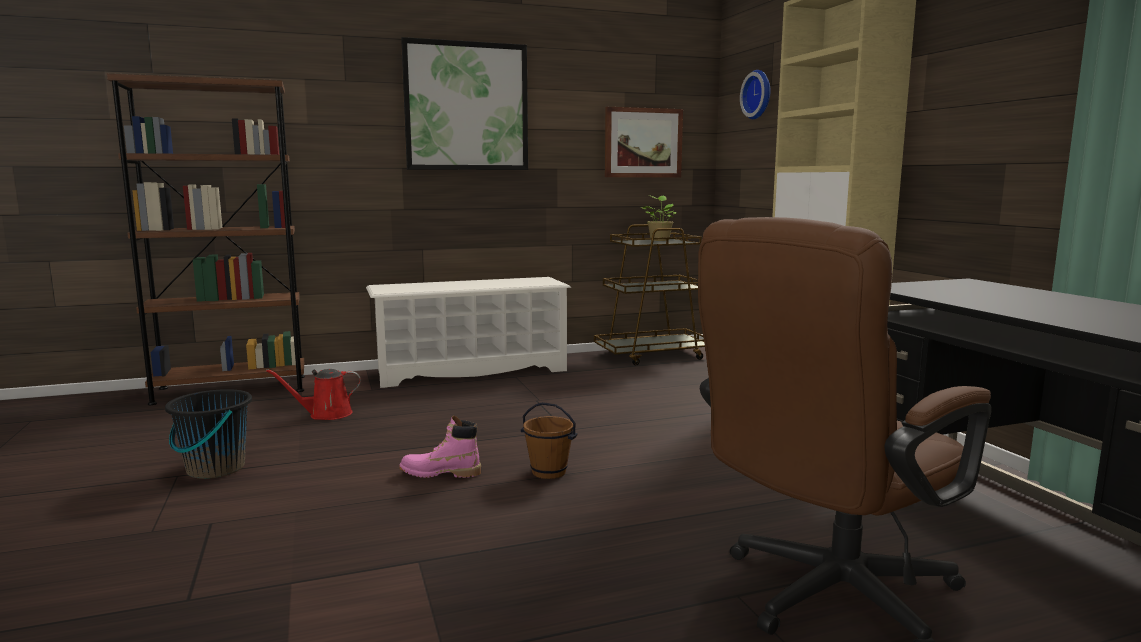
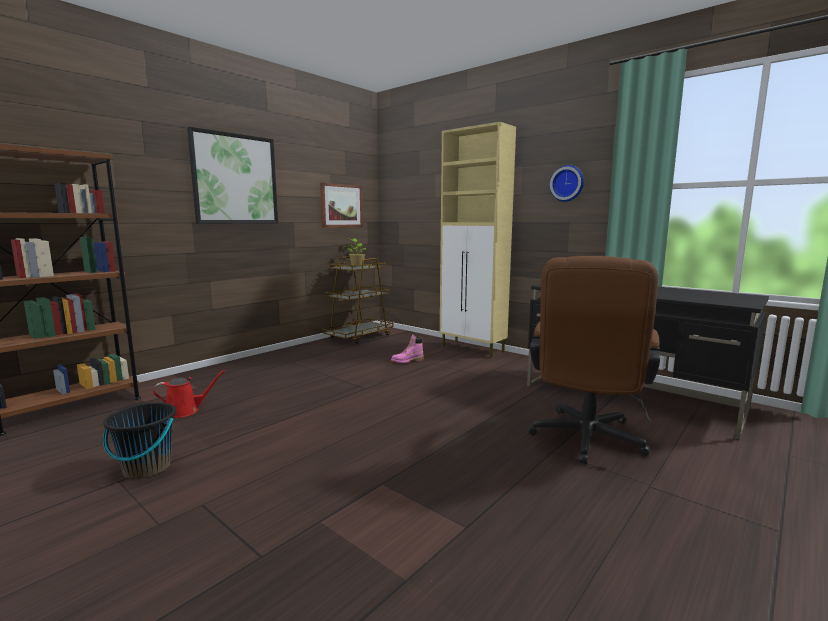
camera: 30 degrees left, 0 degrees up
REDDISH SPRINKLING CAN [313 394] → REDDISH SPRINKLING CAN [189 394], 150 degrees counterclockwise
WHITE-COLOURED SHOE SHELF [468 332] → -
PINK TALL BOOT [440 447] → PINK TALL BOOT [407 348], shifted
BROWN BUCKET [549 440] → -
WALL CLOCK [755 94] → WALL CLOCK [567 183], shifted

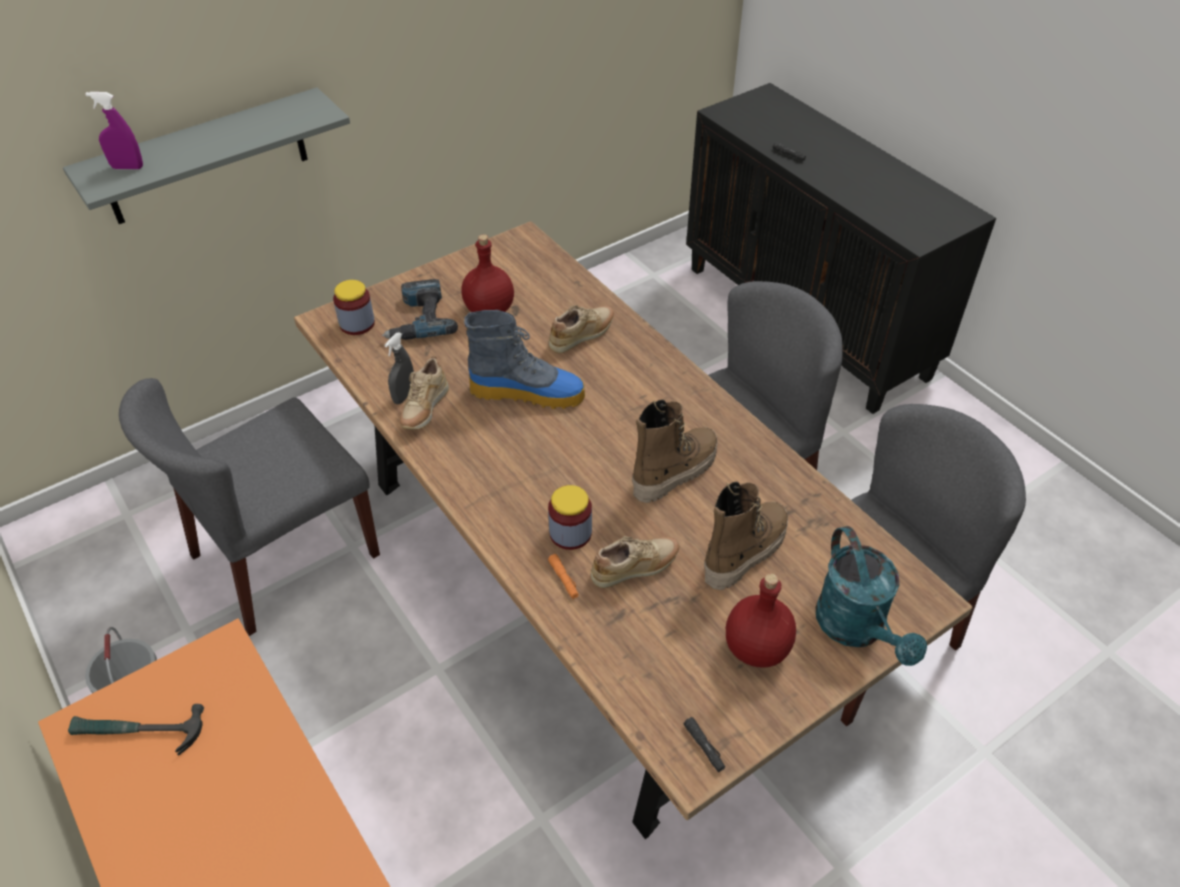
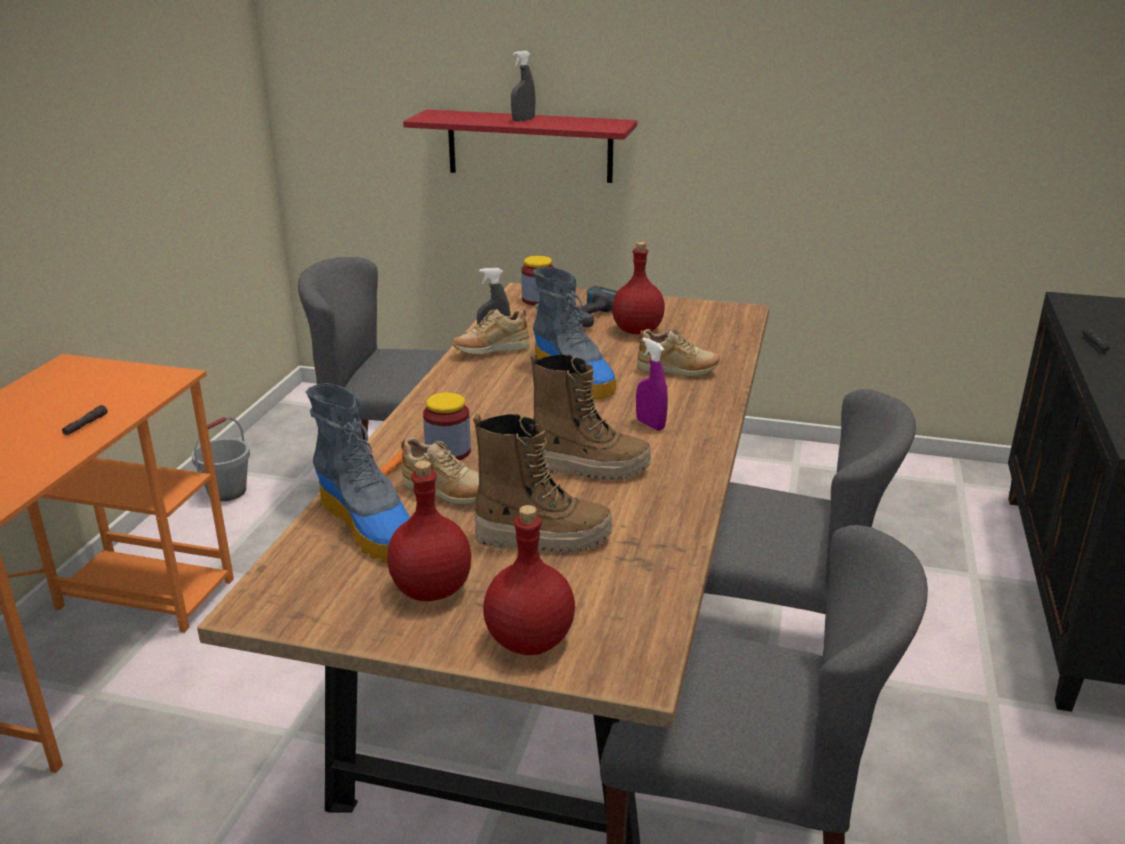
camera: 50 degrees right, 20 degrees down
GRAY WALL SHELF [206 155] → REDDISH WALL SHELF [520 146]
HAND HAMMER [136 729] → -
PURPLE SPRAY BOTTLE [114 130] → PURPLE SPRAY BOTTLE [652 384], shifted
BLACK-COLOURED TORCH [704 744] → BLACK-COLOURED TORCH [85 420], shifted
TURQUOISE-COLOURED SPRINKLING CAN [871 596] → REDDISH BOTTLE [529 580]
- → TALL BOOT [358 473]
- → GRAY SPRAY BOTTLE [523 86]

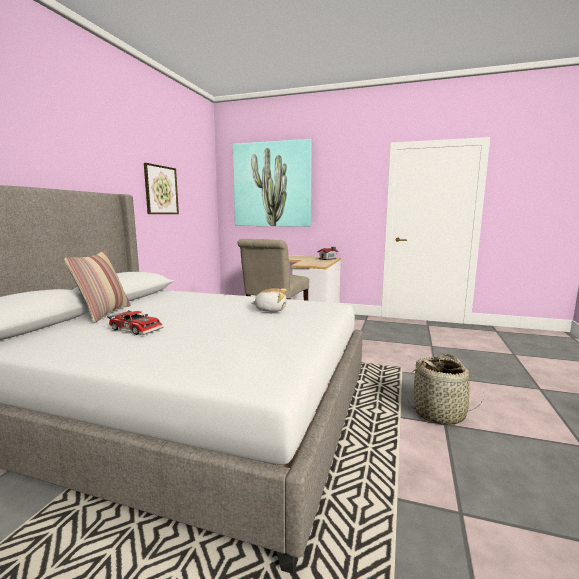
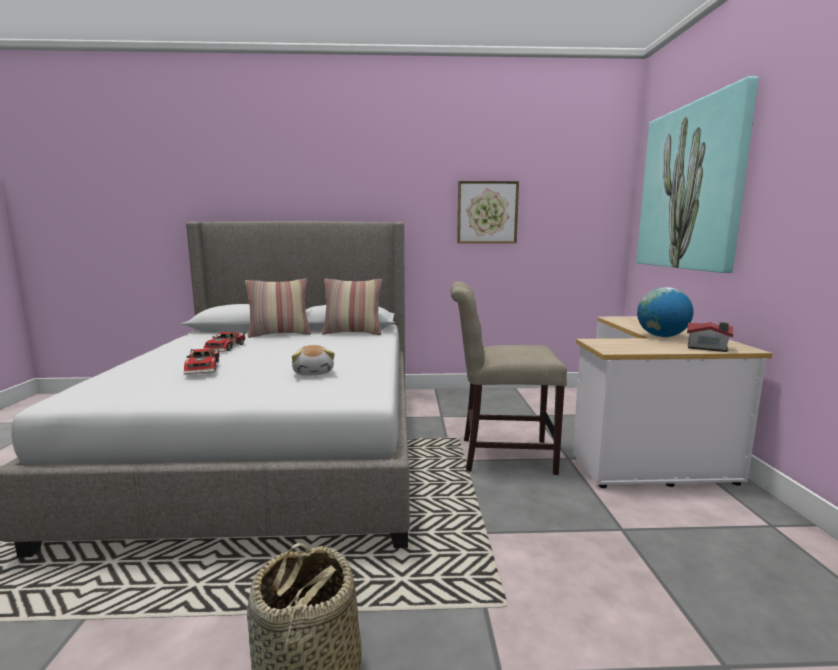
camera: 70 degrees right, 0 degrees up
- → TOY CAR [201 361]
- → THROW PILLOW [352 307]
- → GLOBE [665 312]

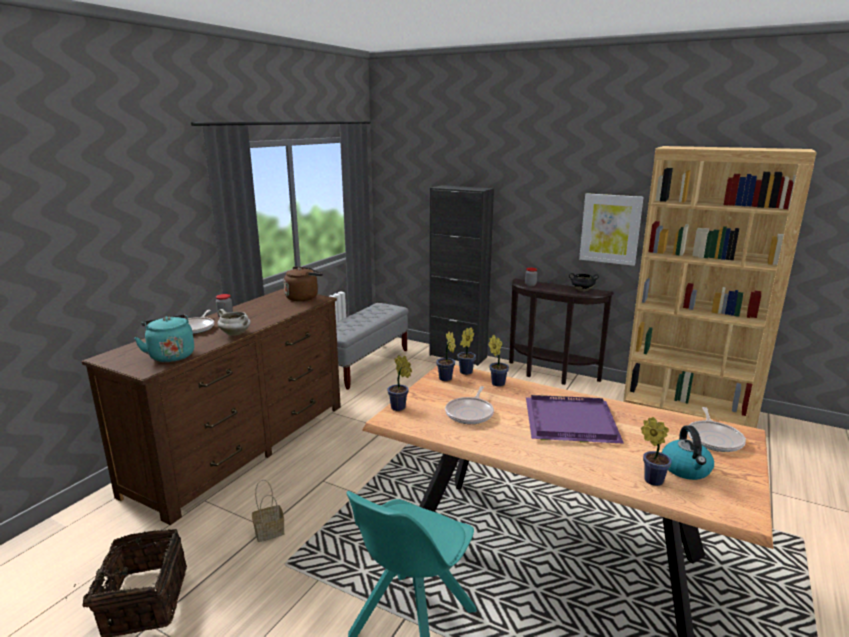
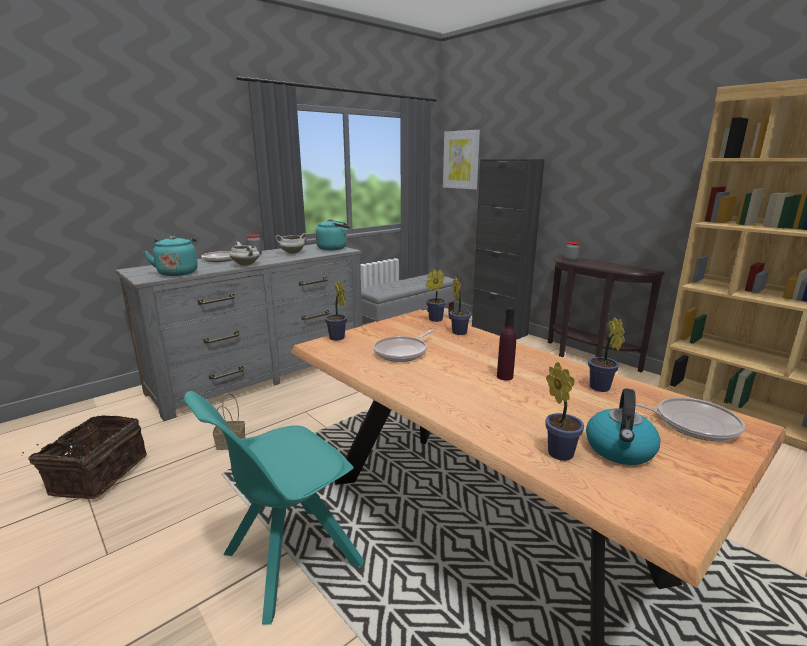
camera: 20 degrees right, 0 degrees up
BROWN DRAWER CHEST [211 406] → GRAY DRAWER CHEST [238 332]
BROWN WATER KETTLE [303 283] → TURQUOISE-COLOURED WATER KETTLE [333 234]
HOUSEPLANT [446 356] → HOUSEPLANT [606 354], shifted
PURPLE SERVING TRAY [575 419] → PURPLE BOTTLE [506 344]
BLACK-COLOURED SAUCEPOT [584 282] → -
PICTURE [611 229] → PICTURE [461 160], shifted
PAN [717 429] → PAN [682 419], 105 degrees counterclockwise
- → WHITE-COLOURED SAUCEPOT [291 243]

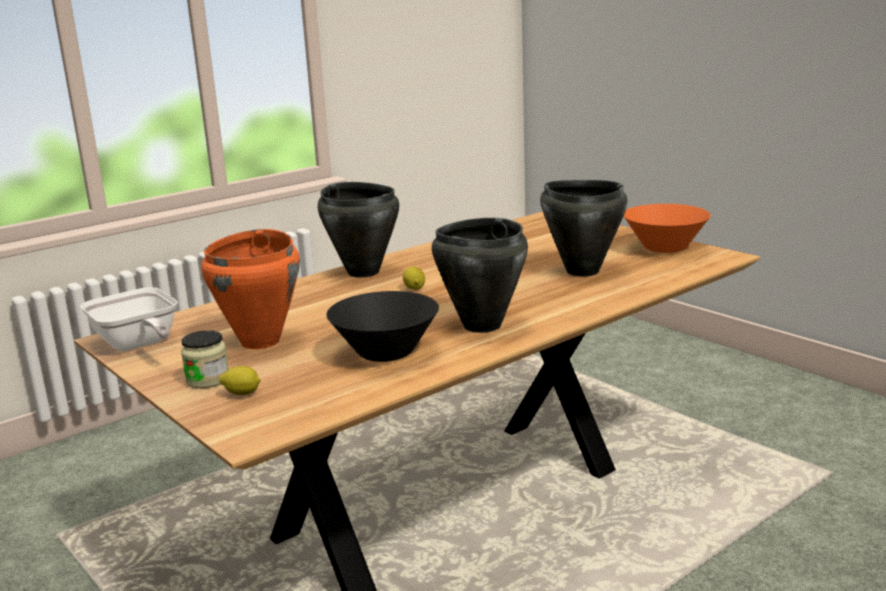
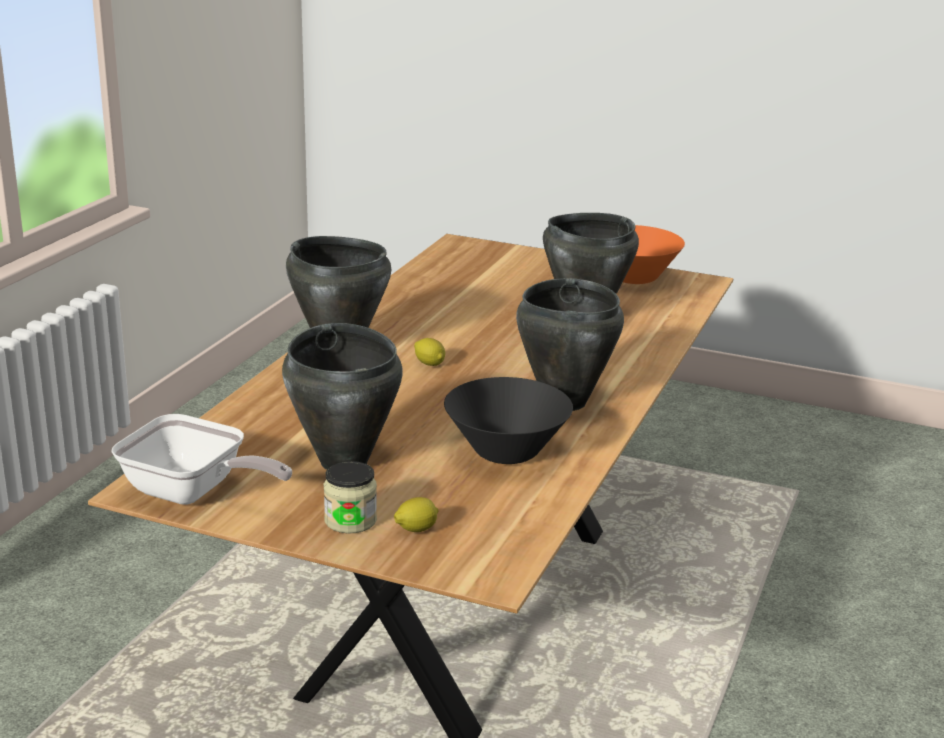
camera: 30 degrees left, 5 degrees up
ORANGE SAUCEPOT [250 289] → BLACK-COLOURED SAUCEPOT [342 396]

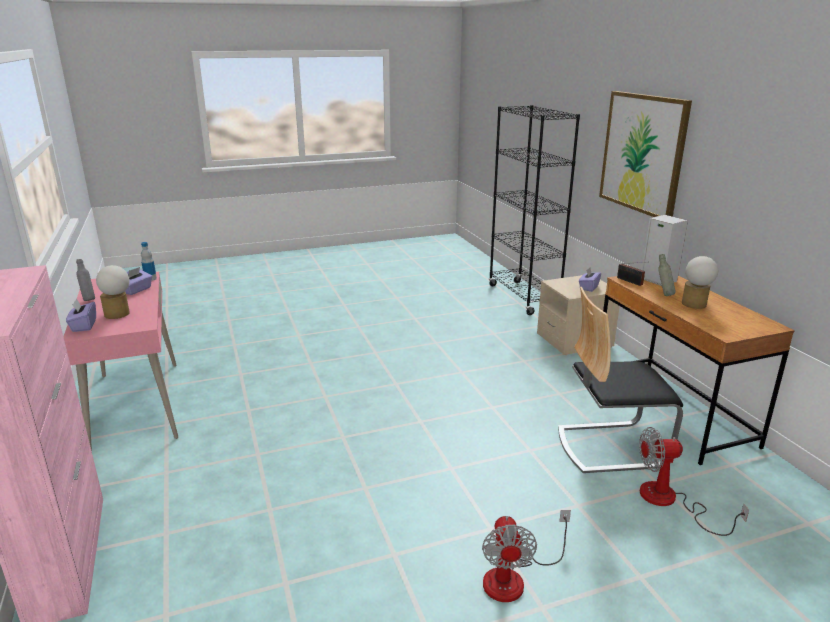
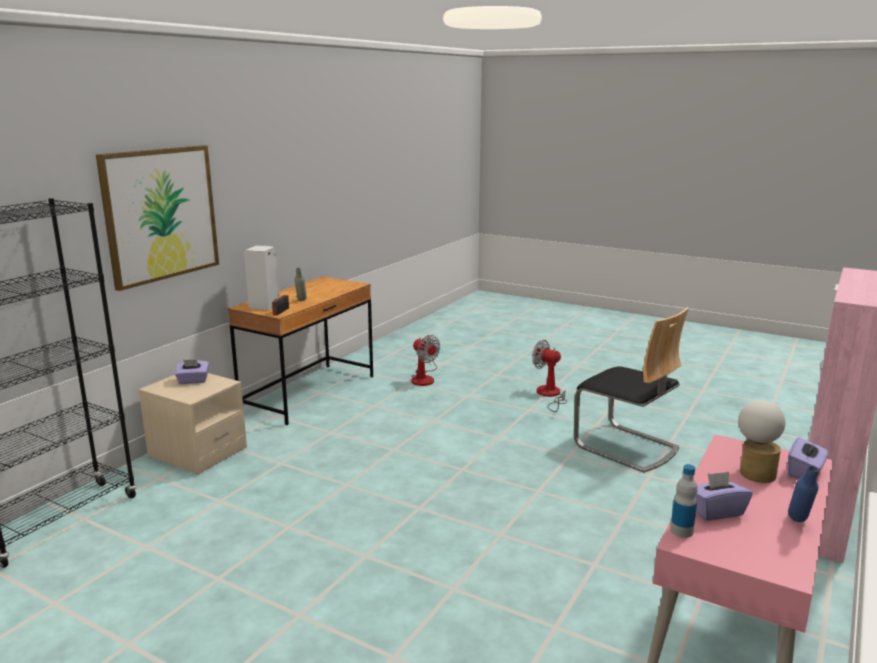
camera: 130 degrees left, 5 degrees down
GRAY BOTTLE [85 280] → BLUE BOTTLE [803 494]
COOLING FAN [526 556] → COOLING FAN [549 376], 105 degrees counterclockwise
CHAIR [620 380] → CHAIR [631 390], shifted
TABLE LAMP [700 282] → -

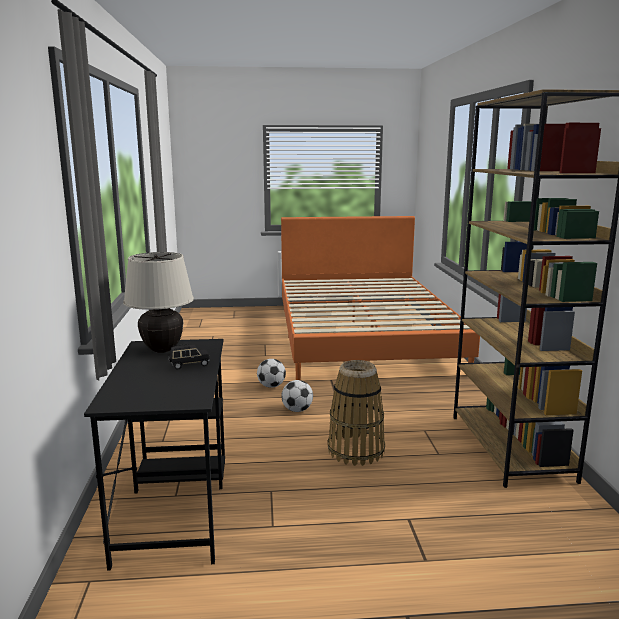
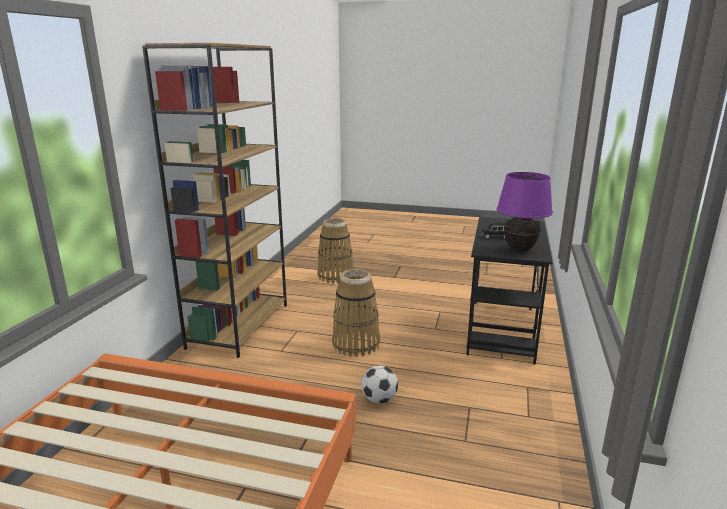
camera: 160 degrees left, 5 degrees up
BEIGE-COLOURED TABLE LAMP [158 302] → PURPLE TABLE LAMP [524 212]
BALL FOR FOOTBALL [271 373] → -
- → BASKET [335 251]

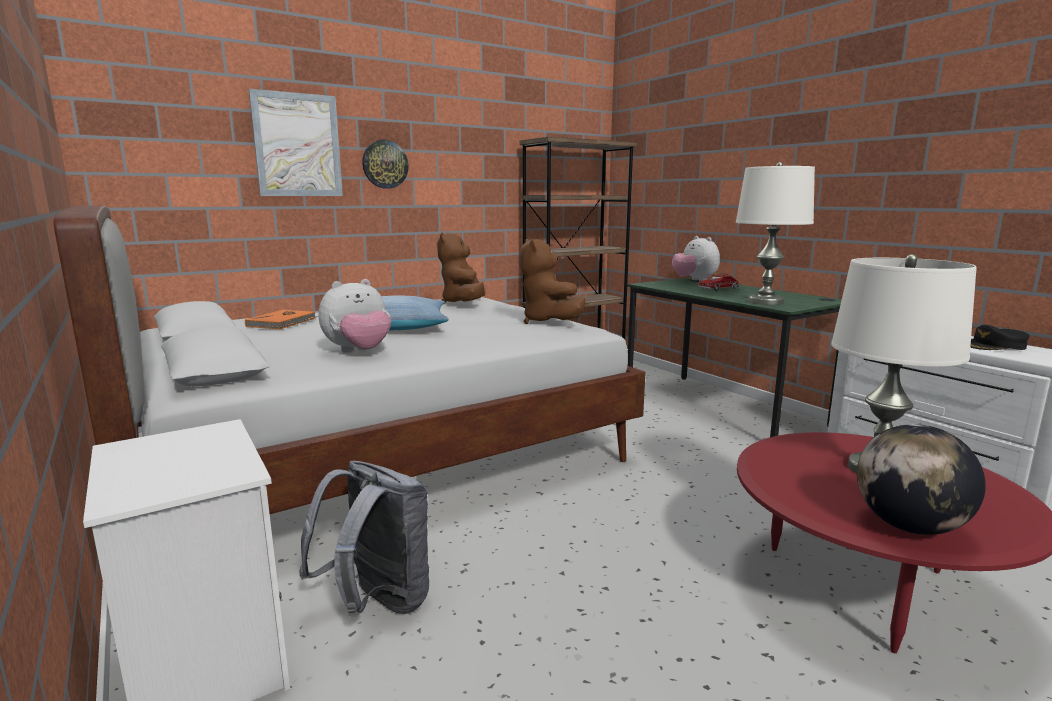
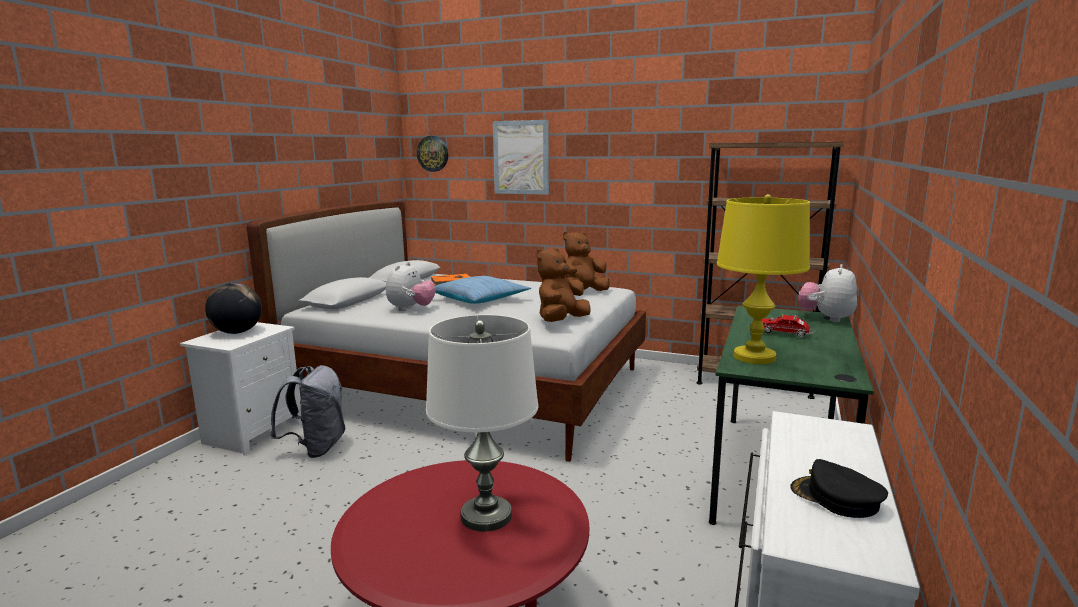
camera: 55 degrees right, 0 degrees up
CUDDLY TOY [354 315] → CUDDLY TOY [411 286], 90 degrees counterclockwise
WALL CLOCK [385 164] → WALL CLOCK [432 154], shifted
WHITE-COLOURED TABLE LAMP [775 233] → YELLOWISH TABLE LAMP [763 279]
GLOBE [921 479] → GLOBE [233 308], shifted

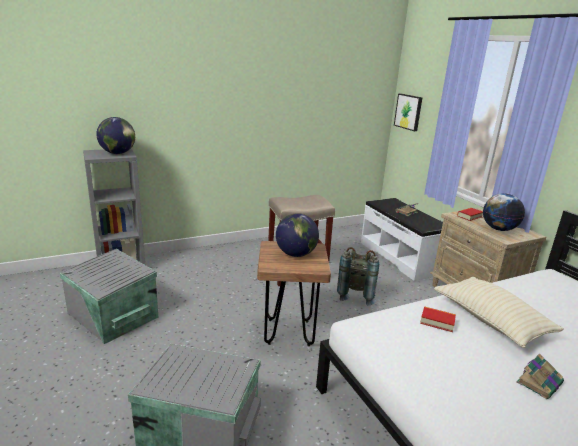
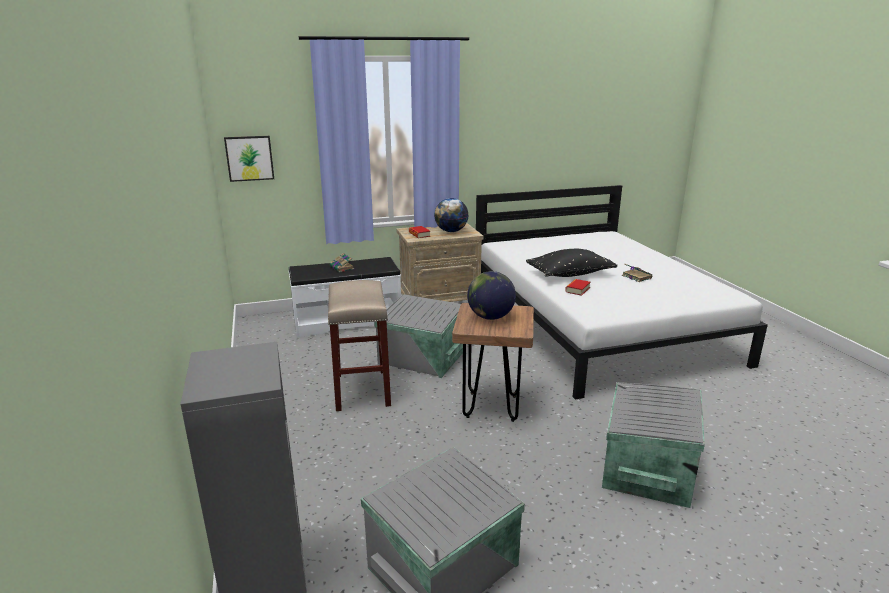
camera: 80 degrees left, 0 degrees up
GLOBE [115 135] → -
GRAY KNAPSACK [358 276] → GRAY STORAGE BOX [418 336]
BEIGE-COLOURED THROW PILLOW [499 312] → BLACK-COLOURED THROW PILLOW [571 263]

